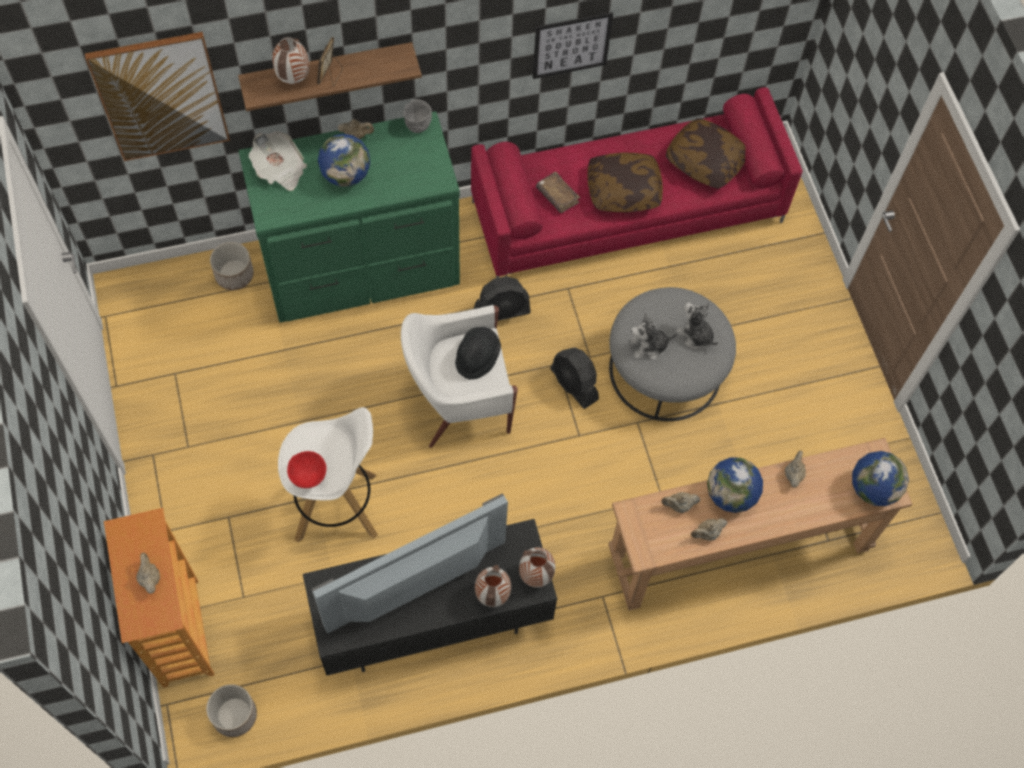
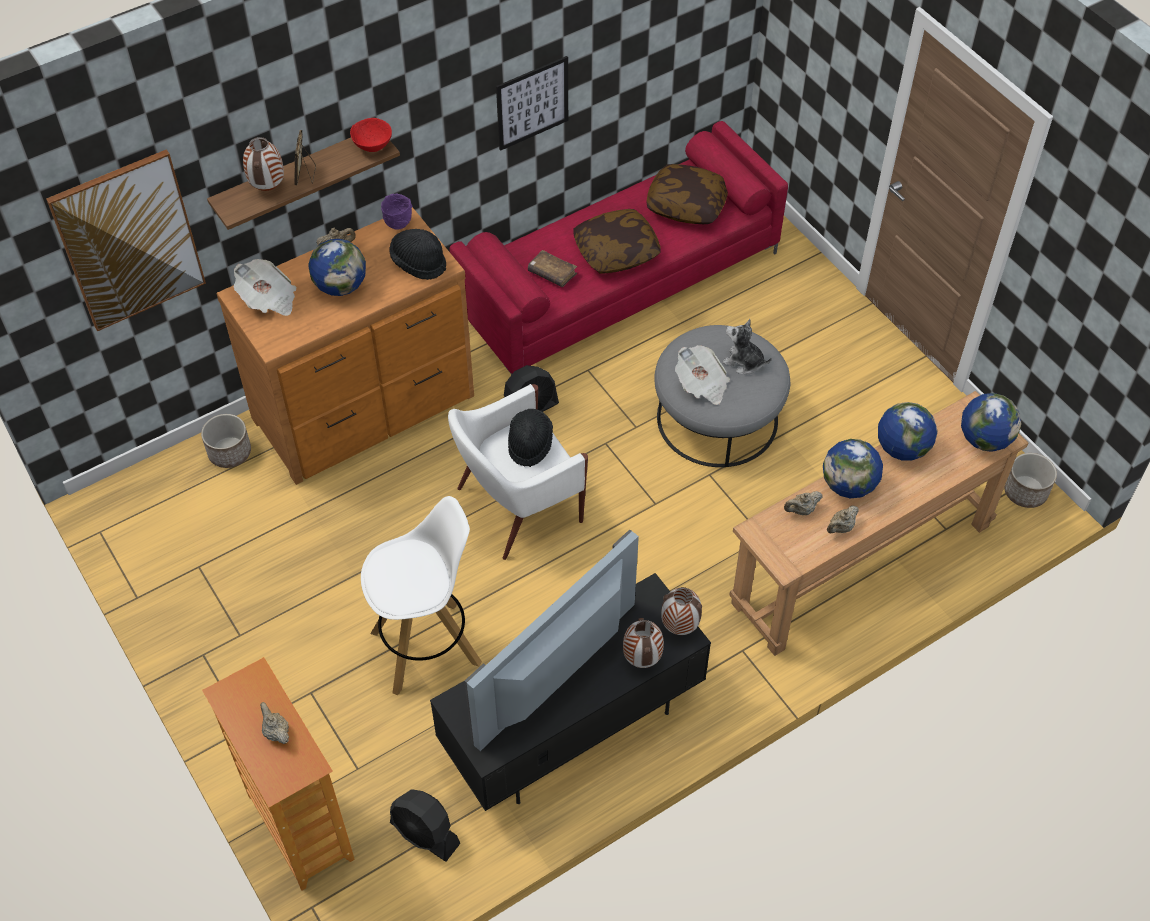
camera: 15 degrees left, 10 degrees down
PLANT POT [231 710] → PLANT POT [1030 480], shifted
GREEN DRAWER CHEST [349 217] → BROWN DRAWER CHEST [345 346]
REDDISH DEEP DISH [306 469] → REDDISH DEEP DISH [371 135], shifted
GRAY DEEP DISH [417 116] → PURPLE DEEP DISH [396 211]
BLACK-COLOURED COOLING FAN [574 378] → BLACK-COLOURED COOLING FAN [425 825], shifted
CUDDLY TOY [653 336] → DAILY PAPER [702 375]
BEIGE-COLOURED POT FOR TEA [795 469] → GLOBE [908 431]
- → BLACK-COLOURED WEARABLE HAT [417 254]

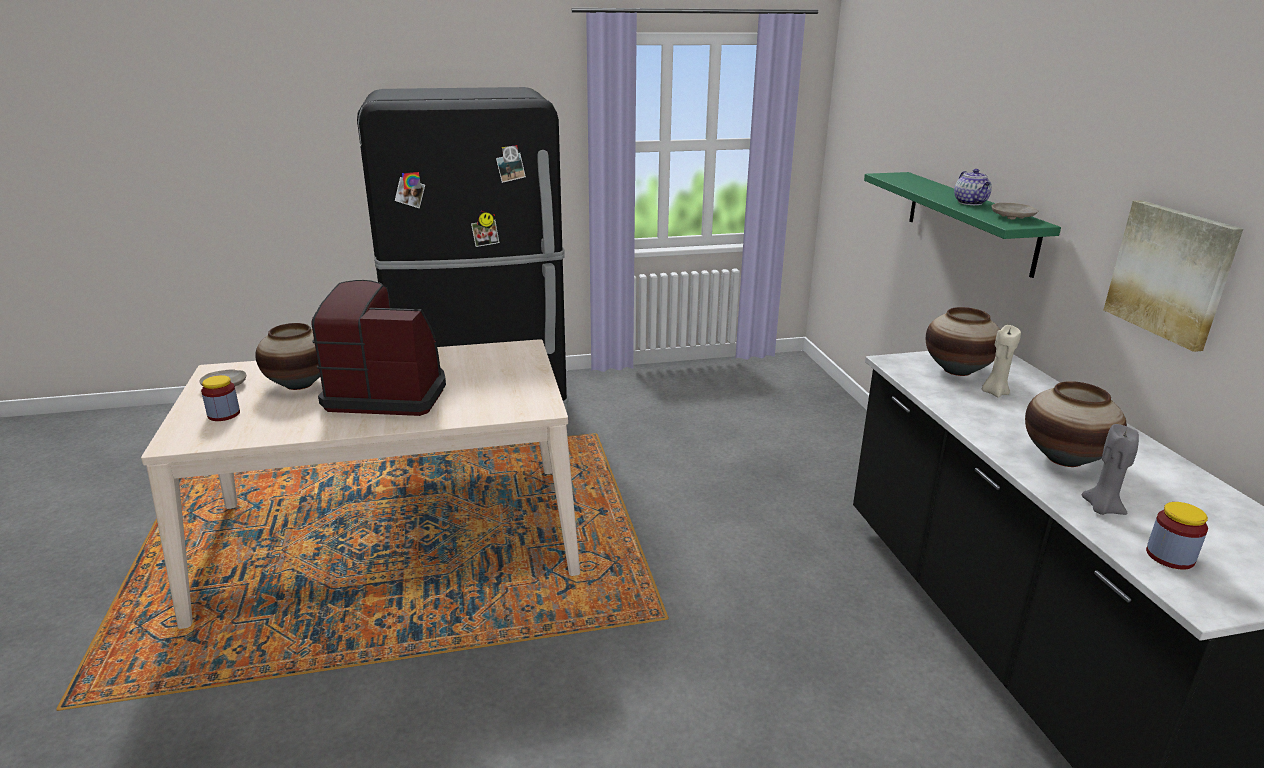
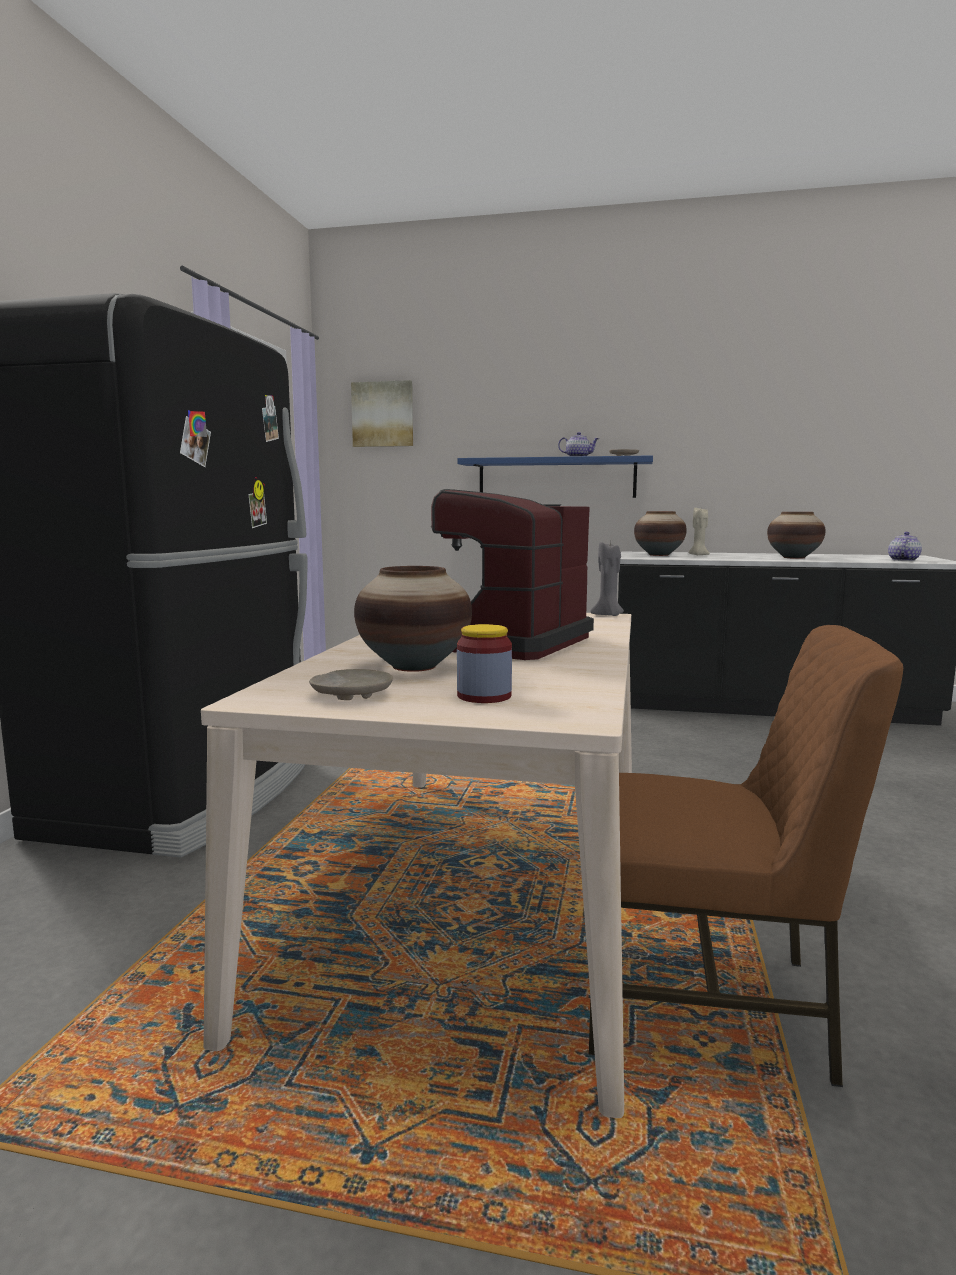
camera: 65 degrees left, 15 degrees down
GREEN WALL SHELF [962 225] → BLUE WALL SHELF [555 476]
GRAY WAX CANDLE [1110 469] → GRAY WAX CANDLE [607 578], shifted
PICTURE [1173 276] → PICTURE [382 413], shifted
PRESERVE JAR [1177 536] → POT FOR TEA [905 546]
- → BROWN CHAIR [746 856]

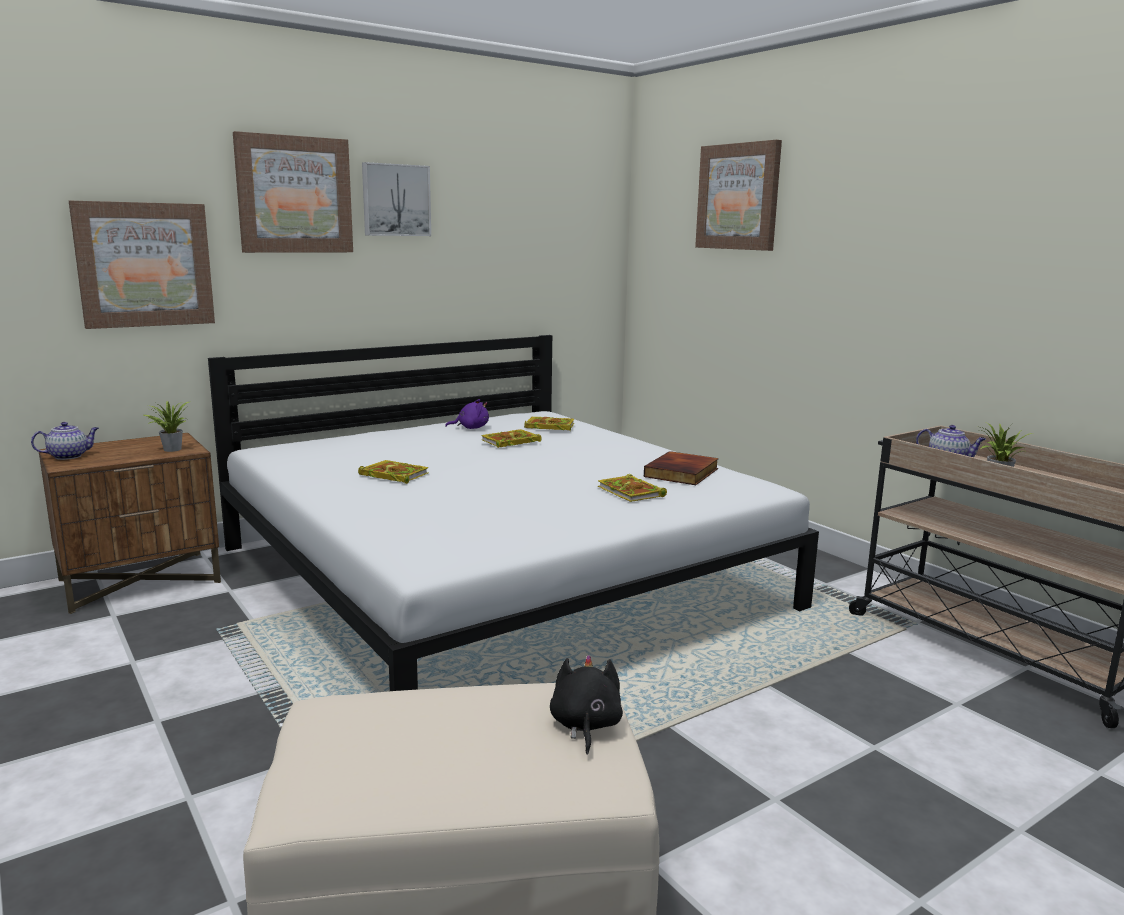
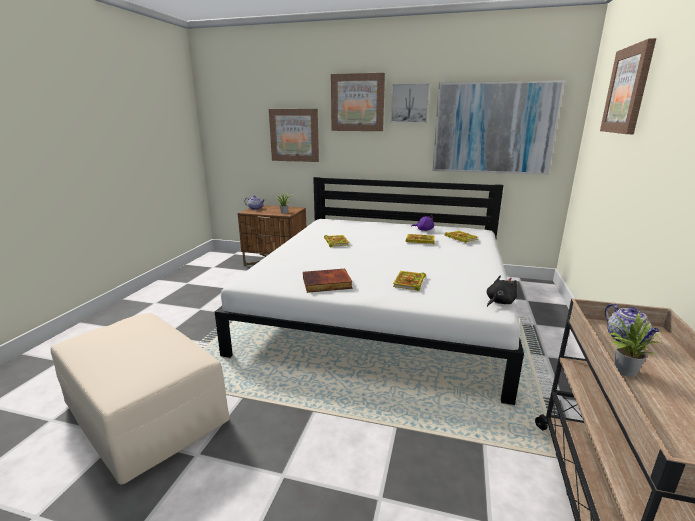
camera: 50 degrees right, 5 degrees up
BLACK-COLOURED CUDDLY TOY [586 705] → BLACK-COLOURED CUDDLY TOY [502 291], shifted
BOOK [681 468] → BOOK [327 281], shifted
- → PICTURE [499 127]

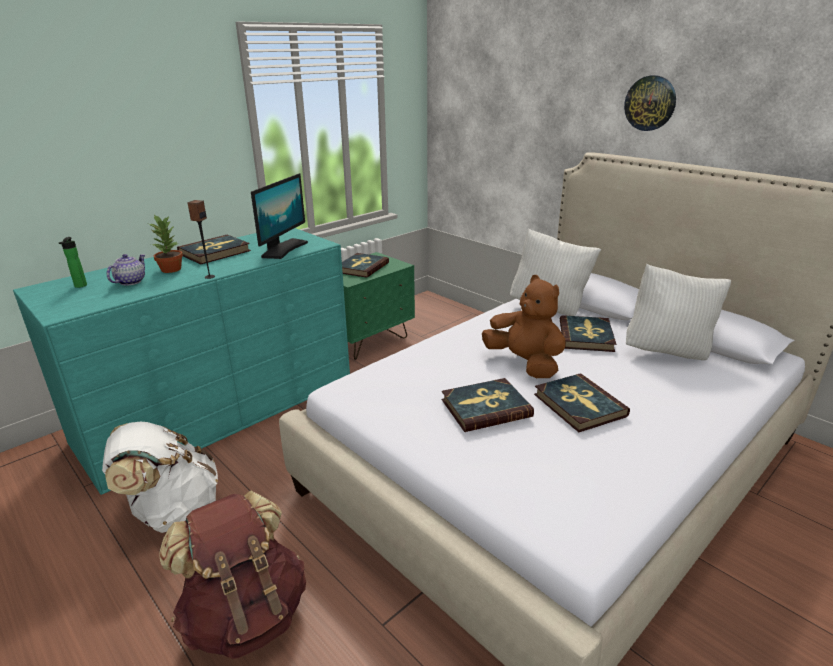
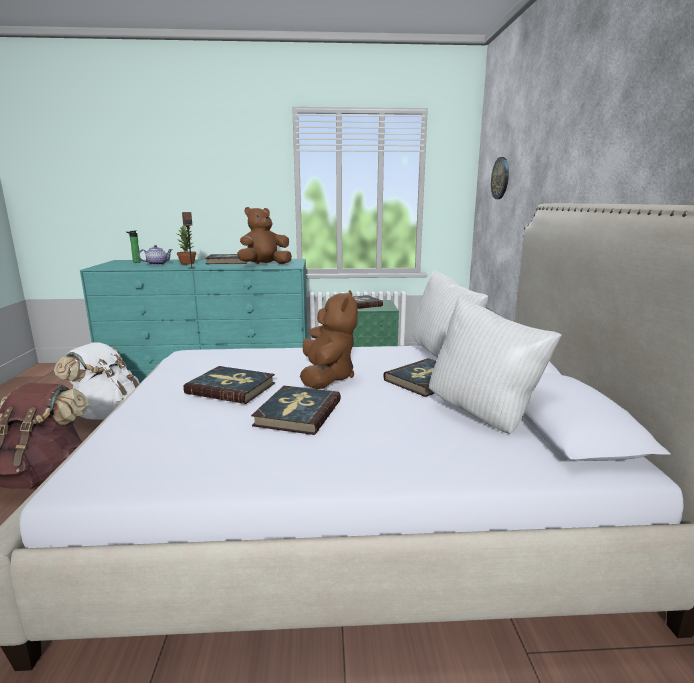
camera: 40 degrees right, 10 degrees down
MONITOR [279 216] → BROWN CUDDLY TOY [264 235]
WALL CLOCK [650 103] → WALL CLOCK [500 178], shifted

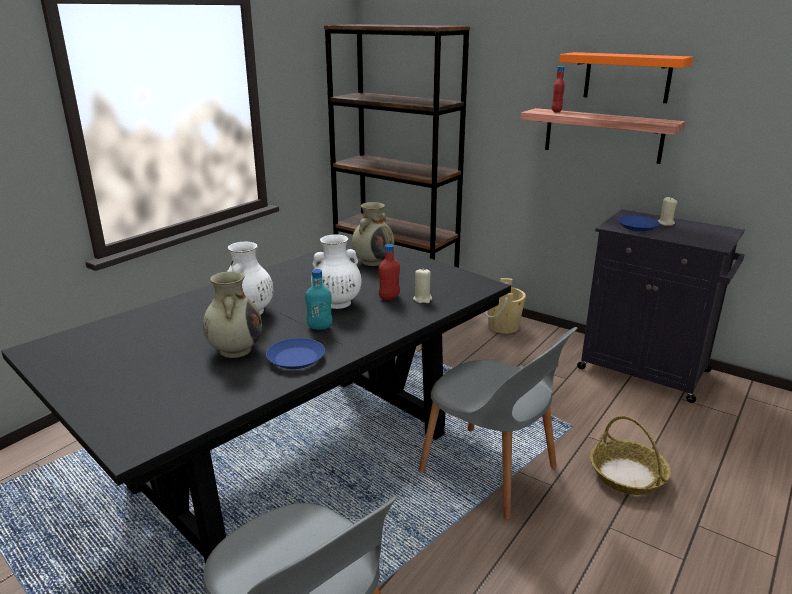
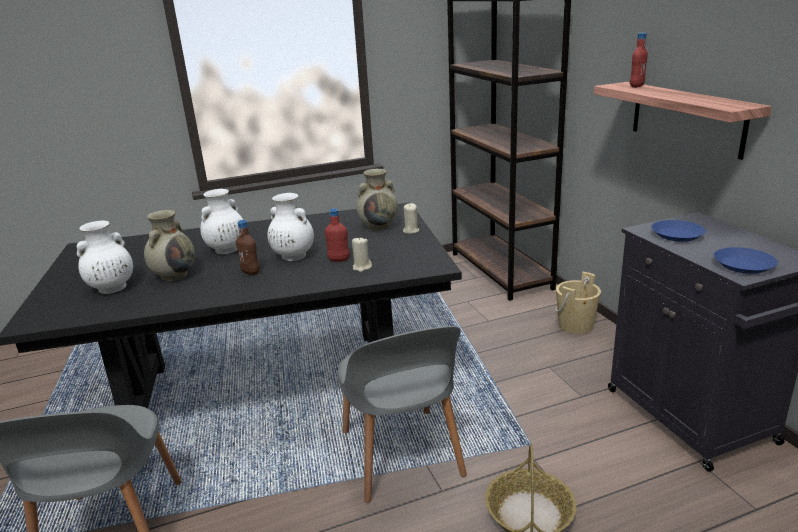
camera: 35 degrees right, 0 degrees up
BLUE DINNER PLATE [295 353] → BLUE DINNER PLATE [746 260], shifted
TURQUOISE-COLOURED BOTTLE [319 299] → BROWN BOTTLE [248 247]
ORANGE WALL SHELF [626 77] → -
BEIGE-COLOURED WAX CANDLE [667 211] → BEIGE-COLOURED WAX CANDLE [411 218], shifted
- → WHITE-COLOURED DECORATIVE VASE [105 257]

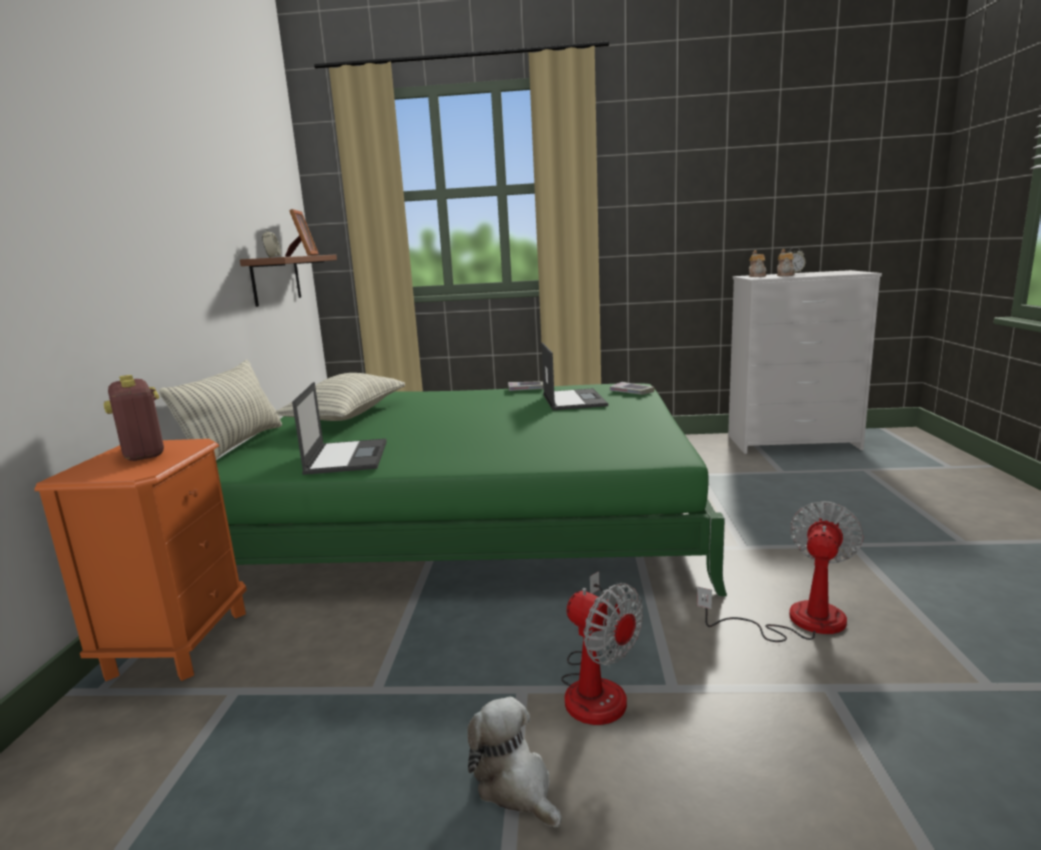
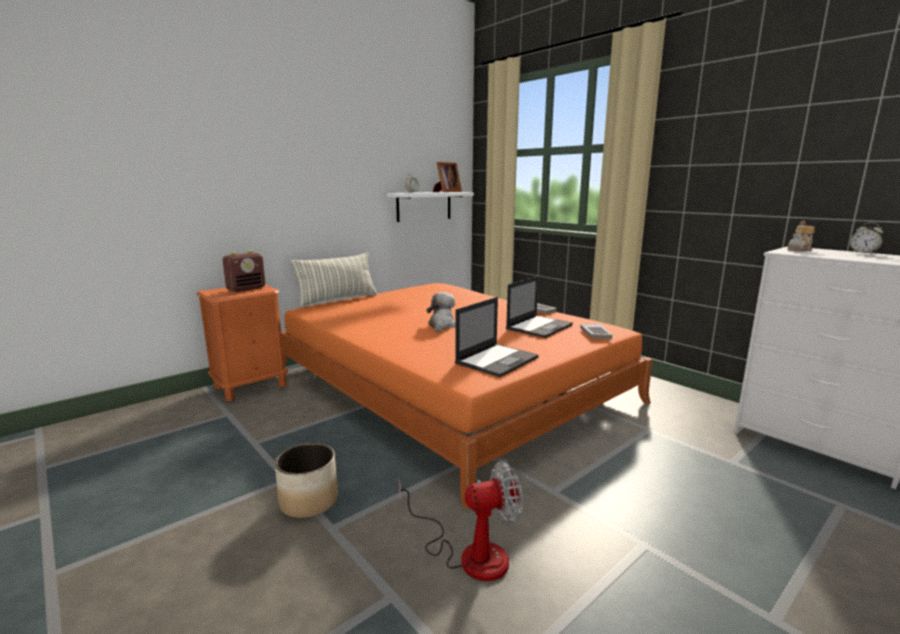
camera: 45 degrees right, 0 degrees up
RADIO RECEIVER [134 418] → RADIO RECEIVER [244 271], 150 degrees counterclockwise
GREEN BEDROOM BED [471 489] → ORANGE BEDROOM BED [467 396]
BROWN WALL SHELF [288 281] → WHITE-COLOURED WALL SHELF [430 207]
THROW PILLOW [340 397] → -
LAPTOP [339 428] → LAPTOP [497 337], shifted
CUDDLY TOY [514 762] → CUDDLY TOY [441 312], shifted
COOLING FAN [602 648] → PLANT POT [306 480]
POT FOR TEA [786 262] → -

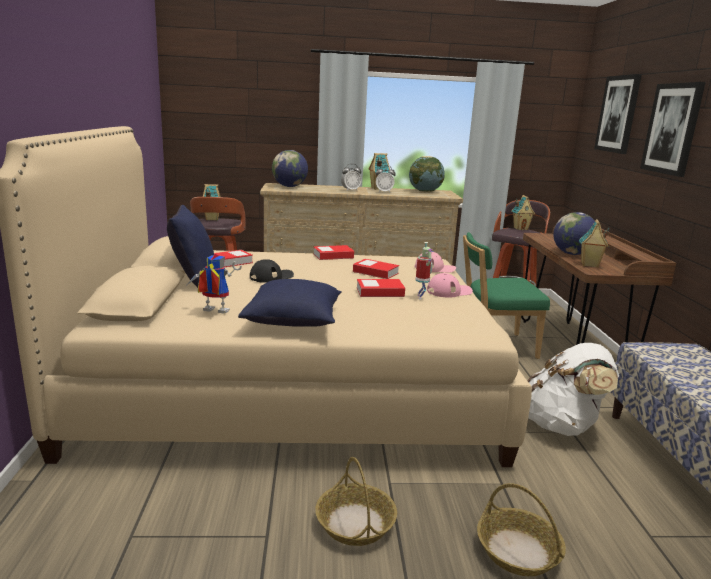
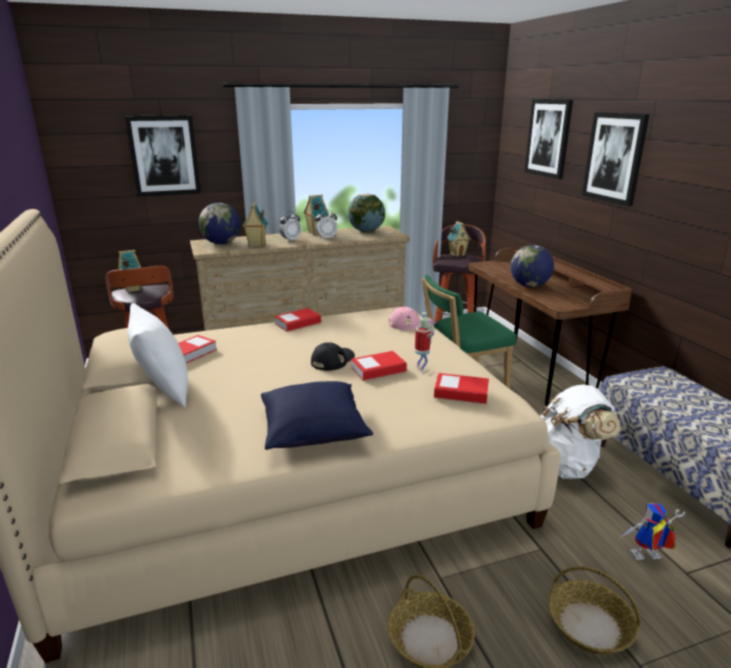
camera: 15 degrees left, 5 degrees up
BLUE THROW PILLOW [190 246] → WHITE-COLOURED THROW PILLOW [158 355]
ROBOT FIGURE [215 284] → ROBOT FIGURE [652 531], shifted
BLACK-COLOURED PEAKED CAP [272 271] → BLACK-COLOURED PEAKED CAP [333 356], shifted
BOOK [376 269] → BOOK [461 388], shifted
PINK PEAKED CAP [450 285] → -
TOY HOUSE [594 243] → TOY HOUSE [255 225], shifted
- → PICTURE [163 156]

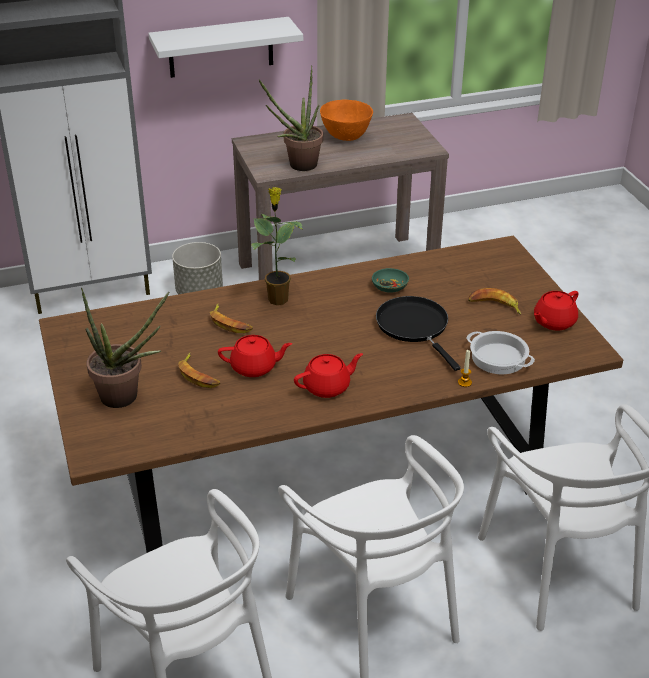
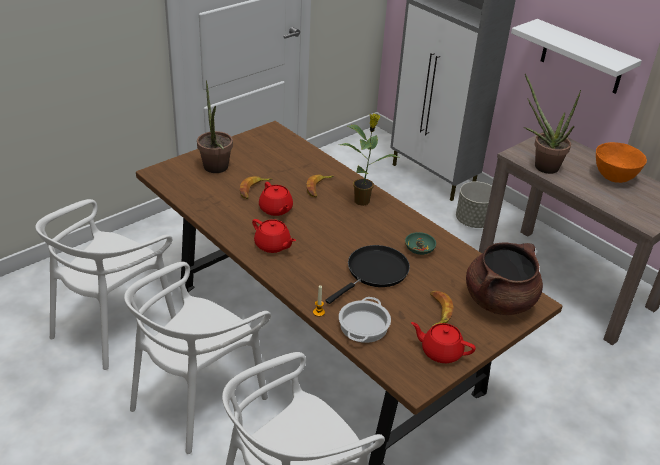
camera: 65 degrees right, 0 degrees up
- → BROWN SAUCEPOT [504 278]

